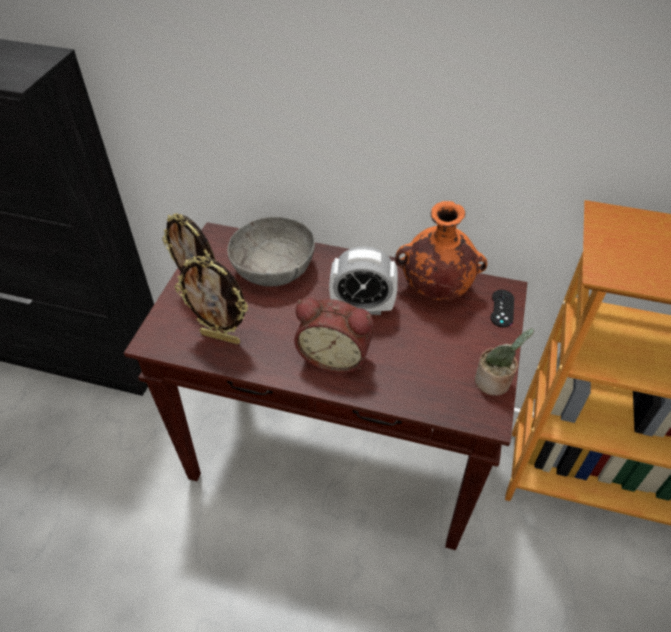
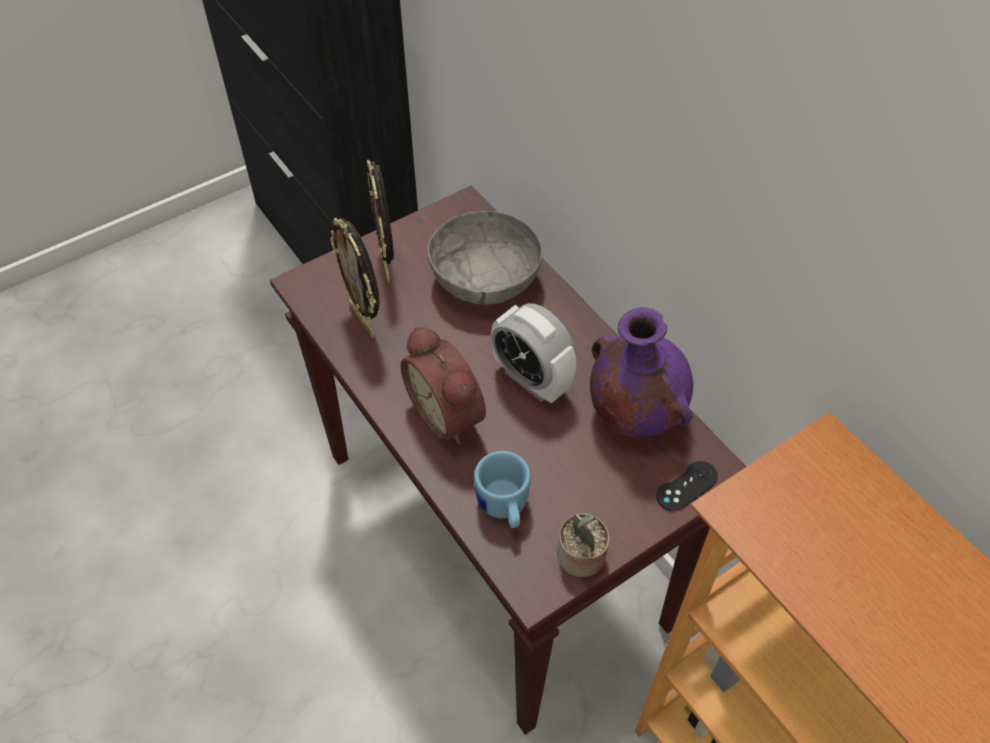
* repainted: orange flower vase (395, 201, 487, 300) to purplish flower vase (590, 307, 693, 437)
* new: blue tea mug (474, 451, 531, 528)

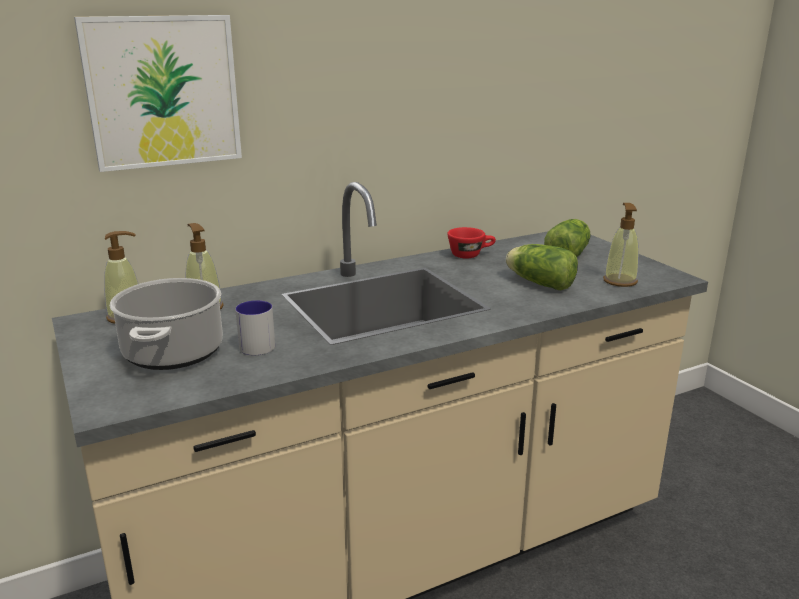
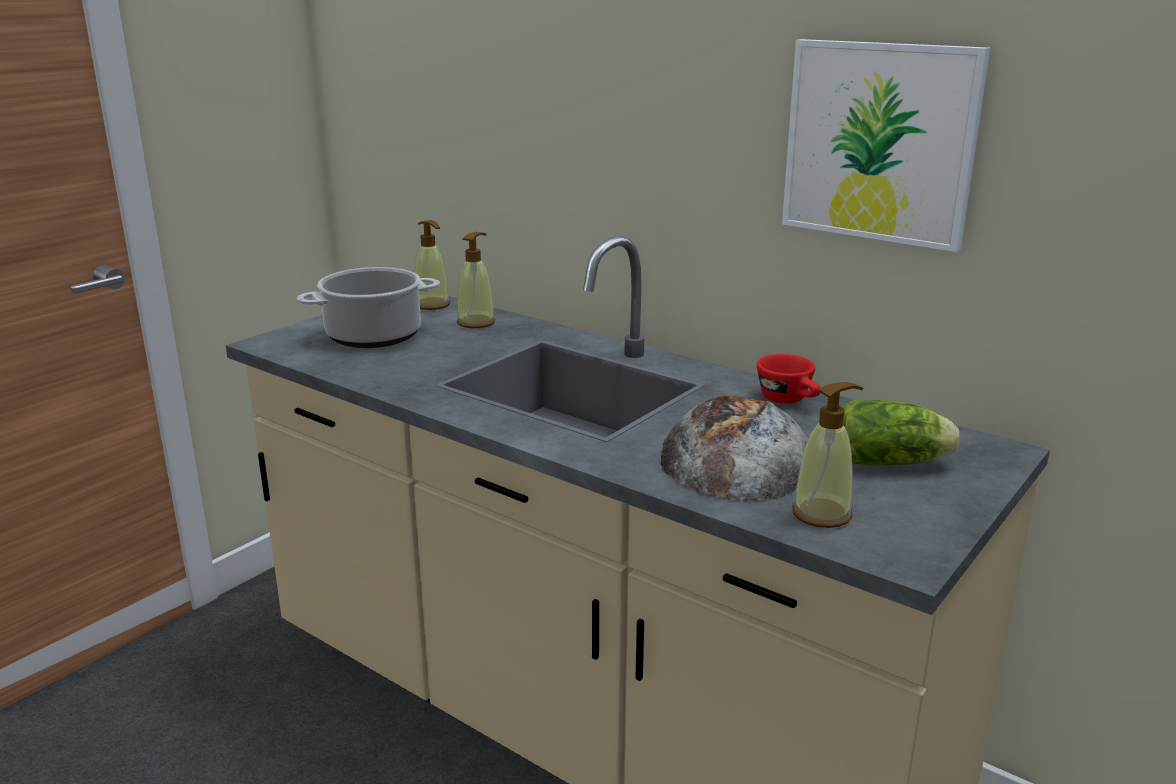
* shifted: picture (74, 15, 242, 172) to (782, 39, 990, 252)
* swapped: lettuce (506, 244, 578, 290) to baked bread (661, 396, 808, 502)
* gone: tea mug (235, 300, 275, 355)

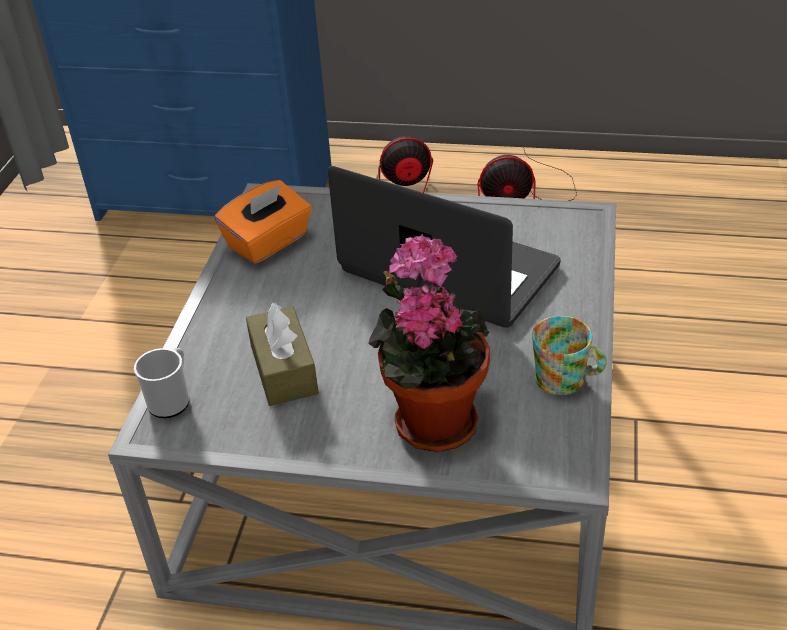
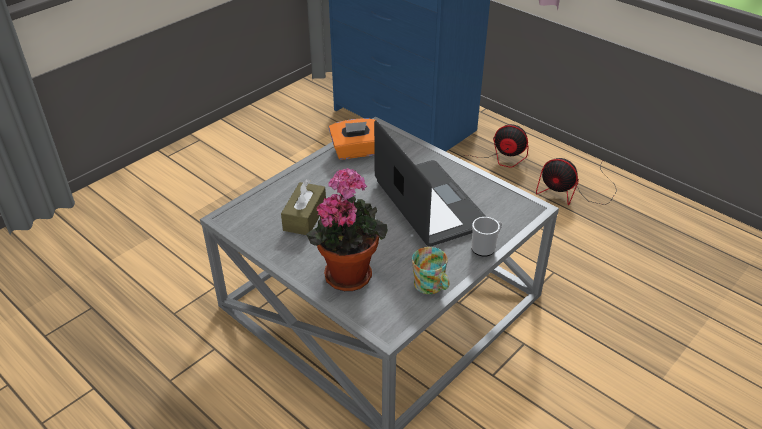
* shifted: tea mug (134, 348, 189, 418) to (471, 217, 502, 257)

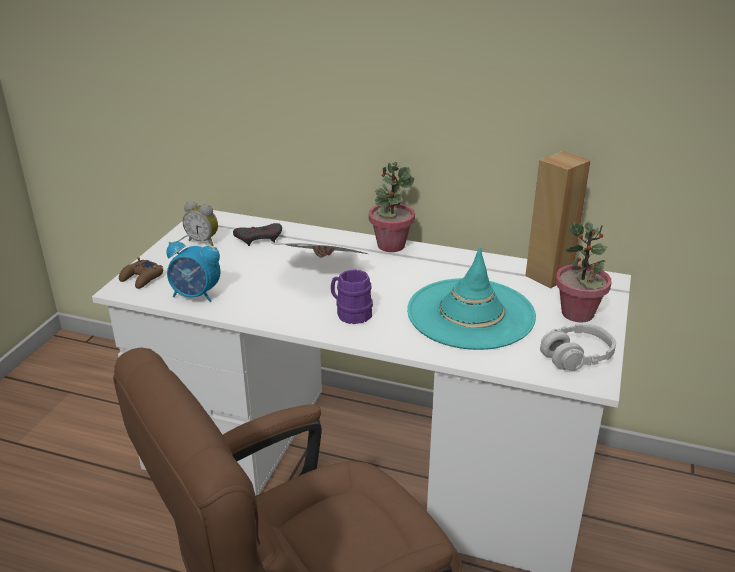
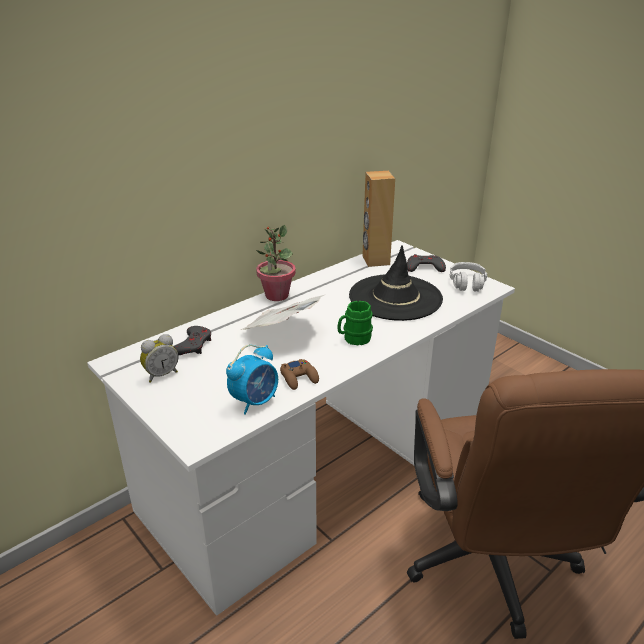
* swapped: plant in a pot (555, 222, 611, 322) to gray game controller (407, 254, 446, 272)
* repainted: turquoise hat (407, 247, 536, 350) to black-coloured hat (349, 245, 443, 321)
* shifted: brownish game controller (119, 257, 163, 289) to (280, 359, 319, 390)
* repainted: purplish tea mug (331, 269, 373, 324) to greenish tea mug (337, 301, 373, 345)

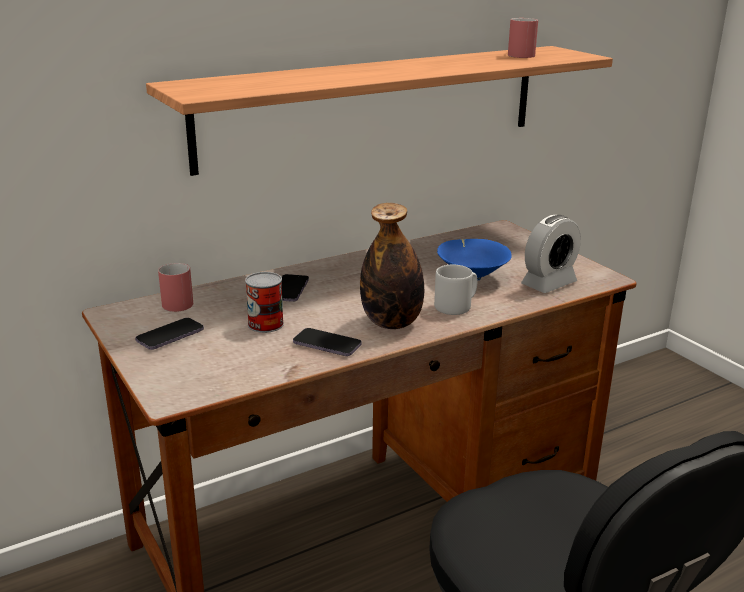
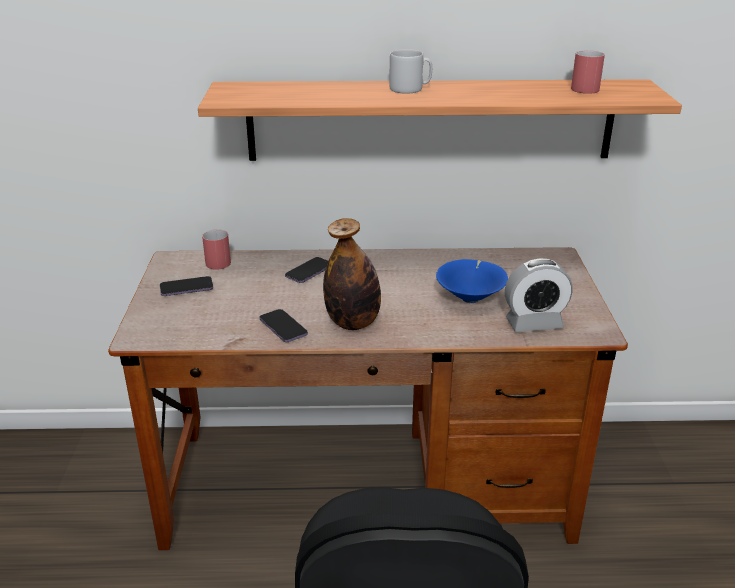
* shifted: gray tea mug (434, 265, 477, 315) to (389, 49, 432, 94)
* gone: metal can (245, 272, 284, 333)

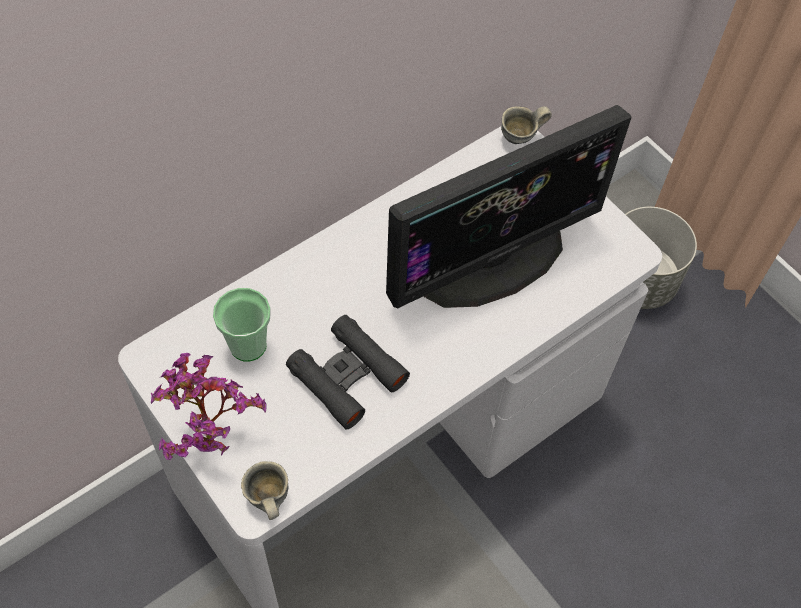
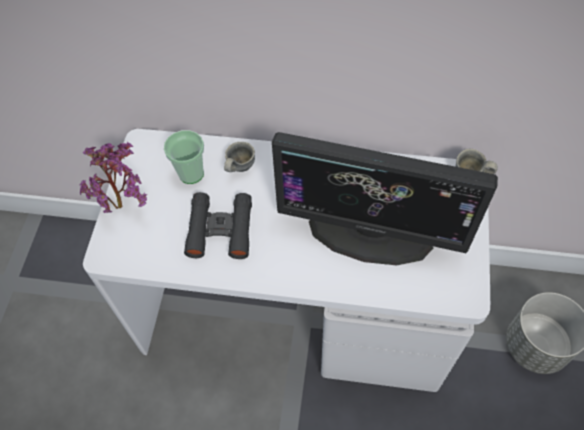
* shifted: gray tea mug (241, 461, 289, 520) to (224, 142, 255, 172)

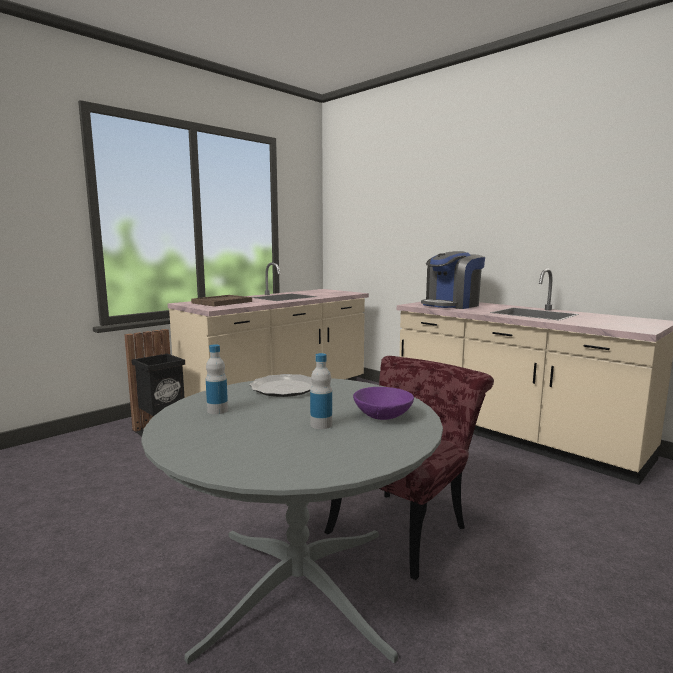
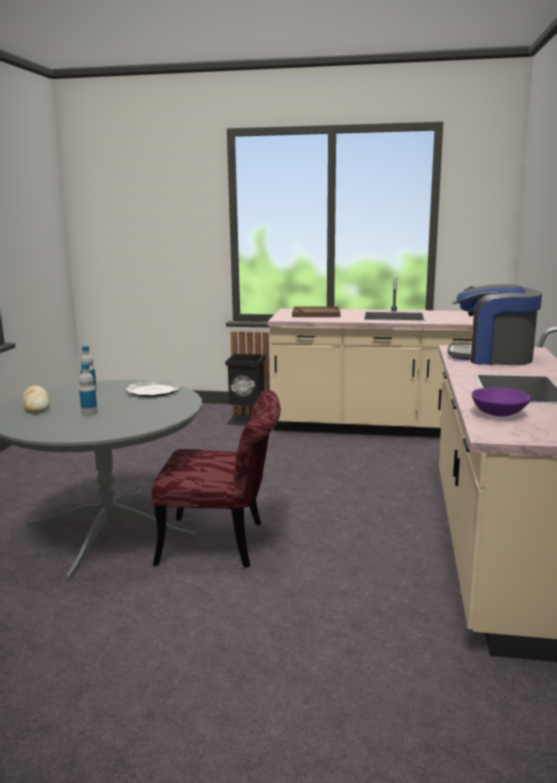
* shifted: purplish bowl (353, 387, 414, 420) to (472, 387, 531, 416)
* new: baked bread (23, 385, 50, 412)

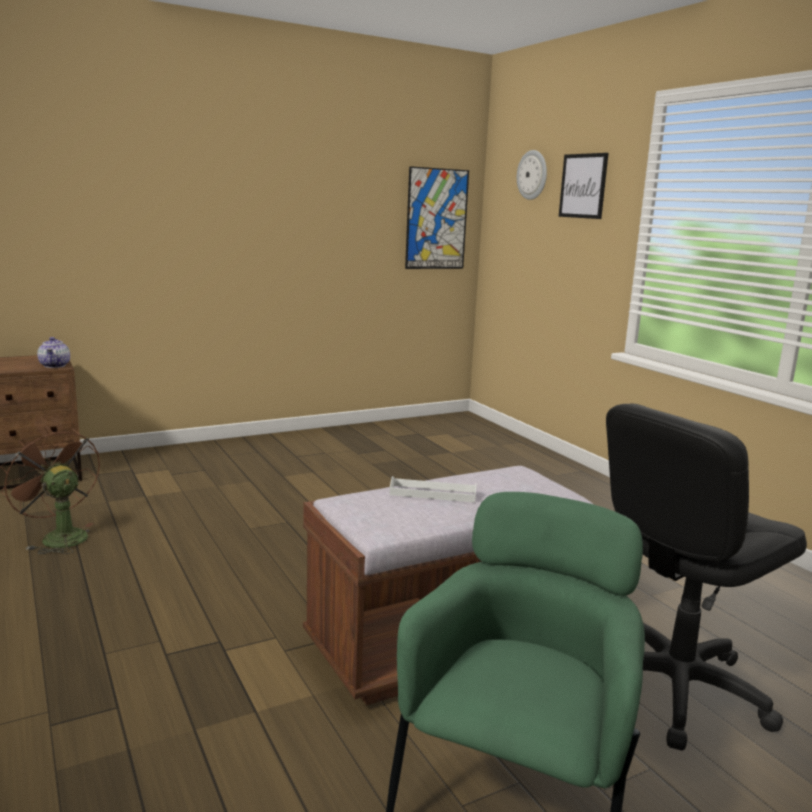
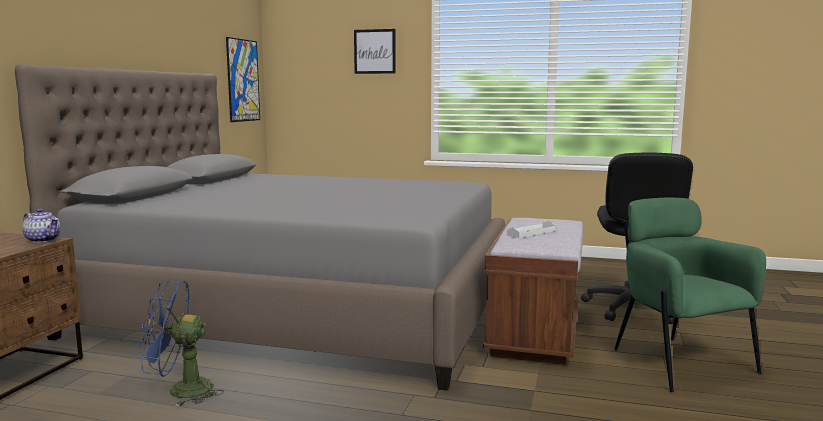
* gone: hanging clock (517, 150, 547, 200)
* repainted: brownish fan (0, 427, 100, 554) to blue fan (139, 281, 224, 407)
* new: gray sleeping bed (15, 64, 505, 391)

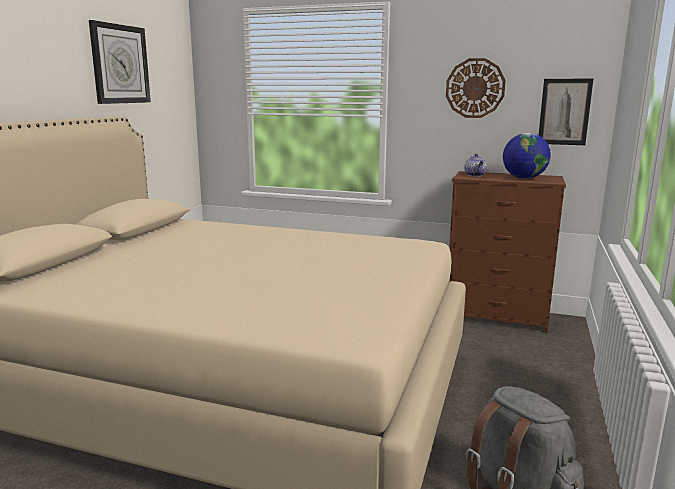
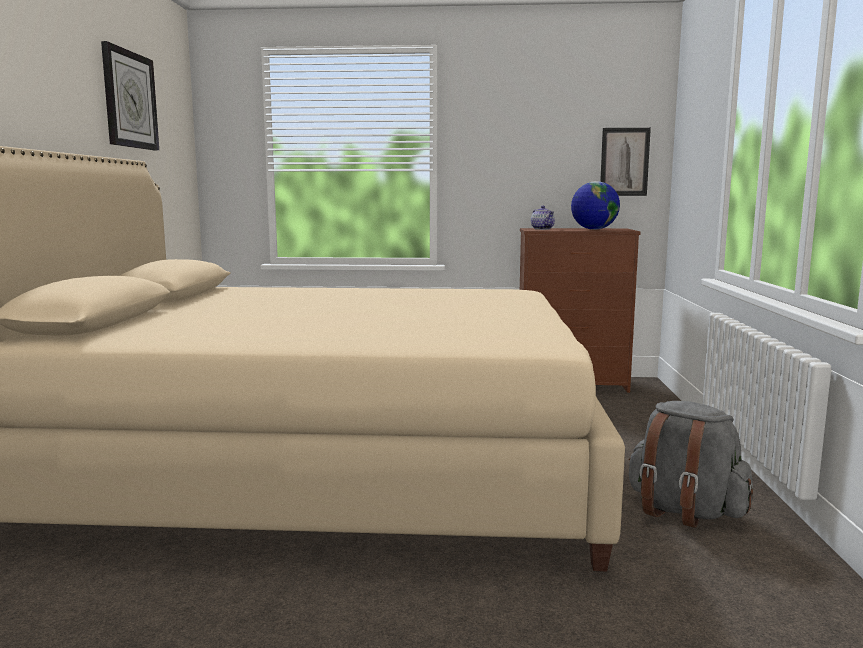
* gone: hanging clock (446, 58, 506, 118)

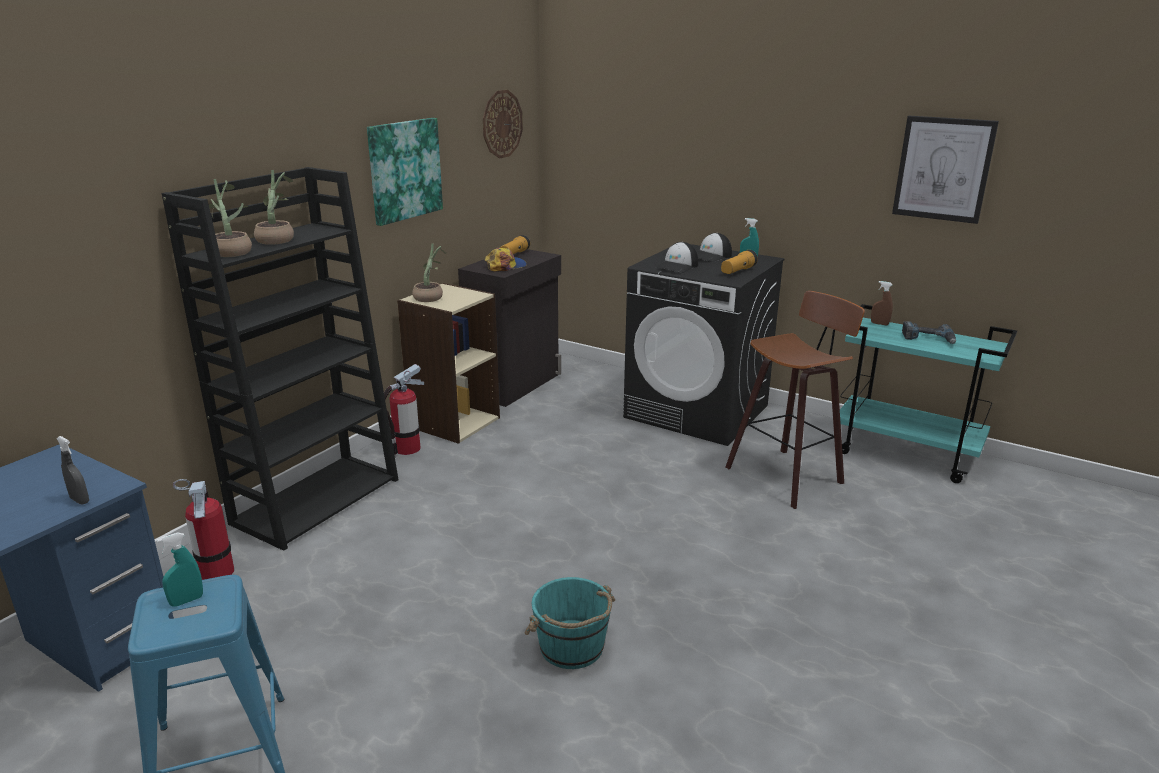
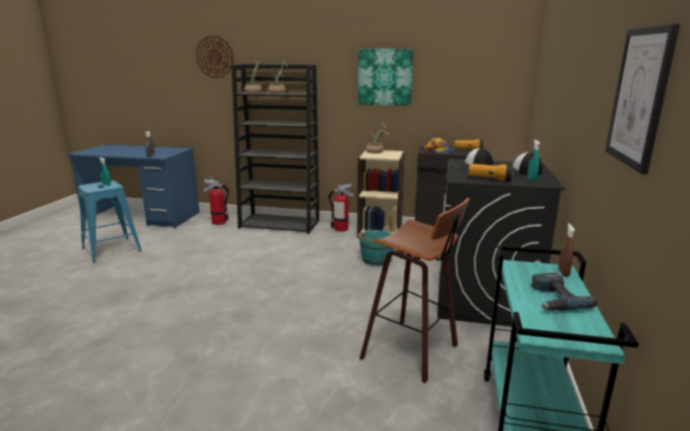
* shifted: hanging clock (483, 90, 523, 158) to (196, 36, 233, 78)
* shifted: turquoise water bucket (524, 577, 615, 669) to (358, 230, 396, 266)

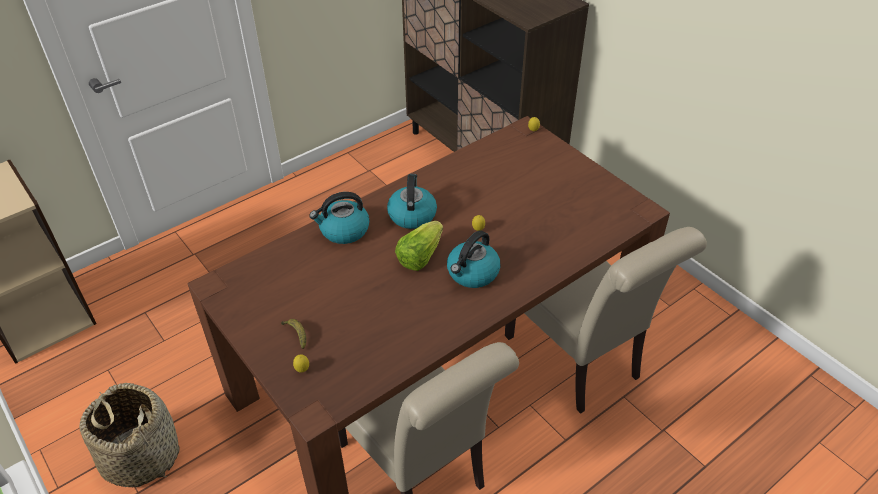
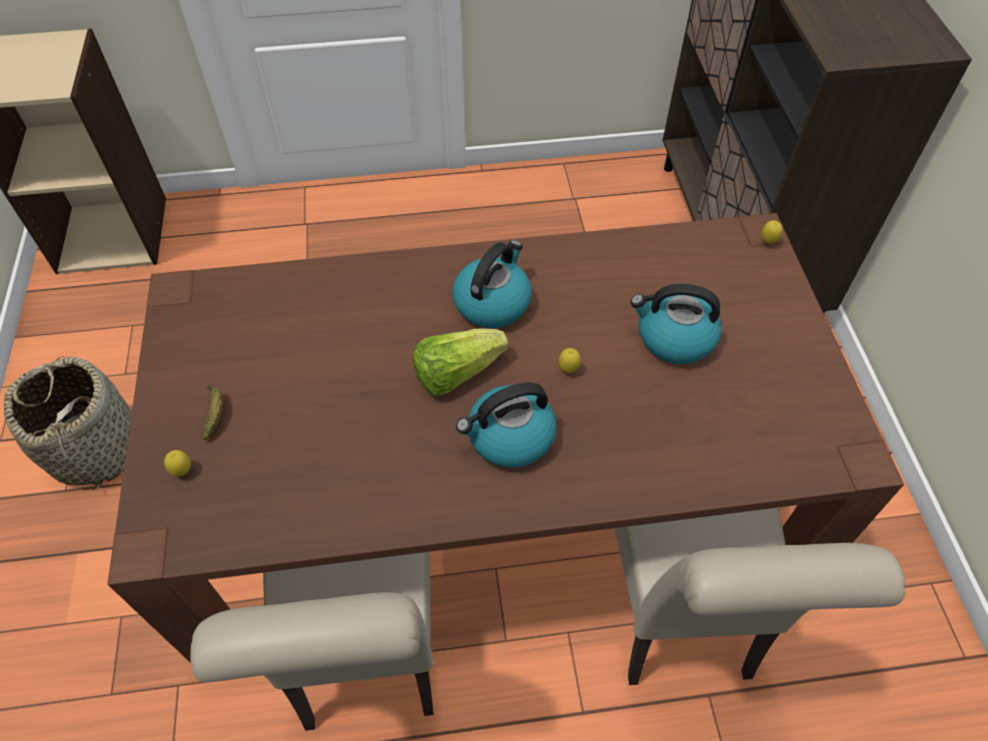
* shifted: water kettle (309, 192, 370, 244) to (631, 284, 722, 364)

